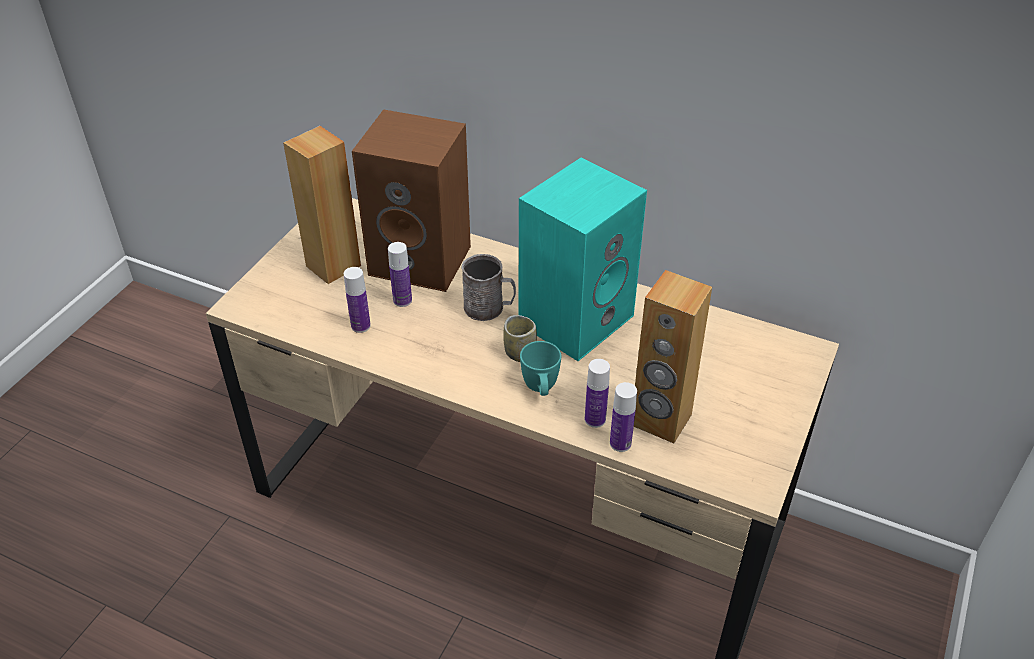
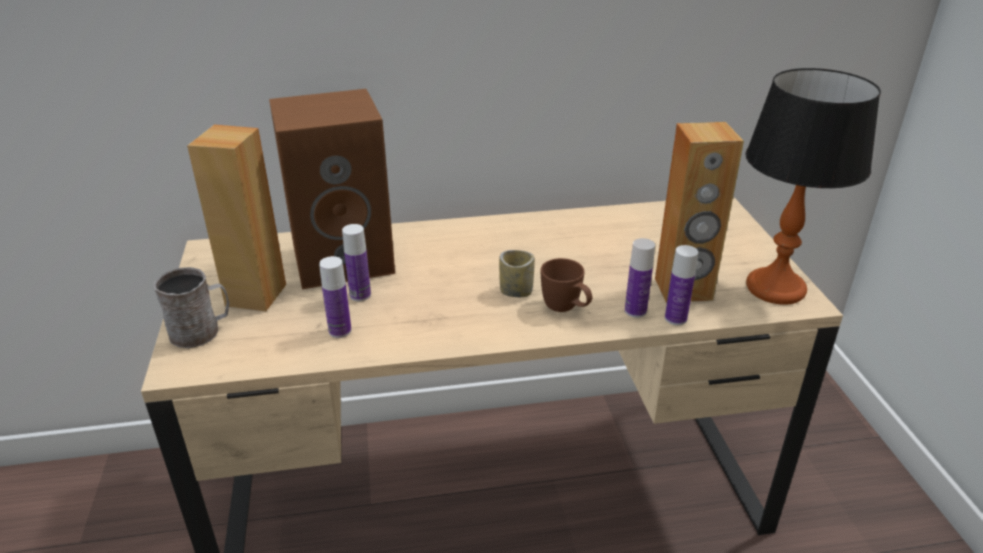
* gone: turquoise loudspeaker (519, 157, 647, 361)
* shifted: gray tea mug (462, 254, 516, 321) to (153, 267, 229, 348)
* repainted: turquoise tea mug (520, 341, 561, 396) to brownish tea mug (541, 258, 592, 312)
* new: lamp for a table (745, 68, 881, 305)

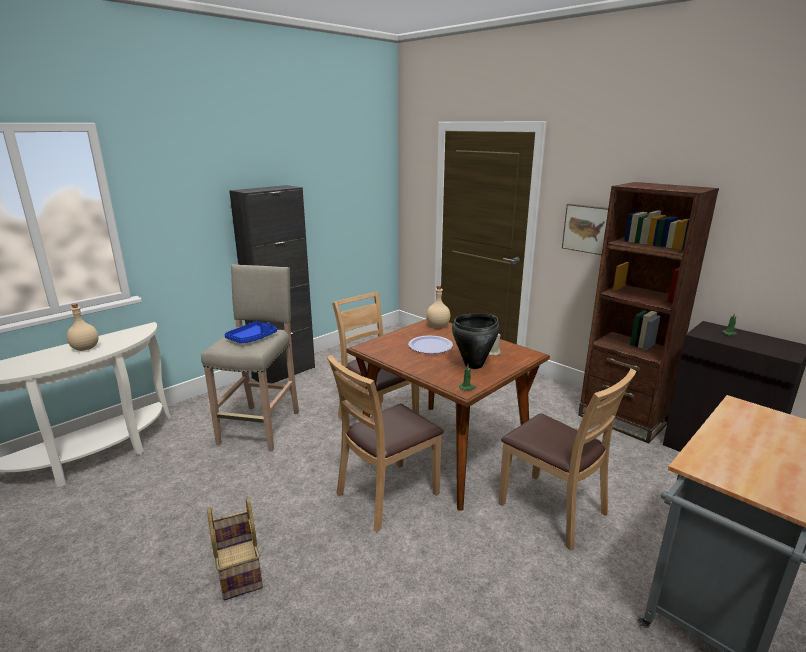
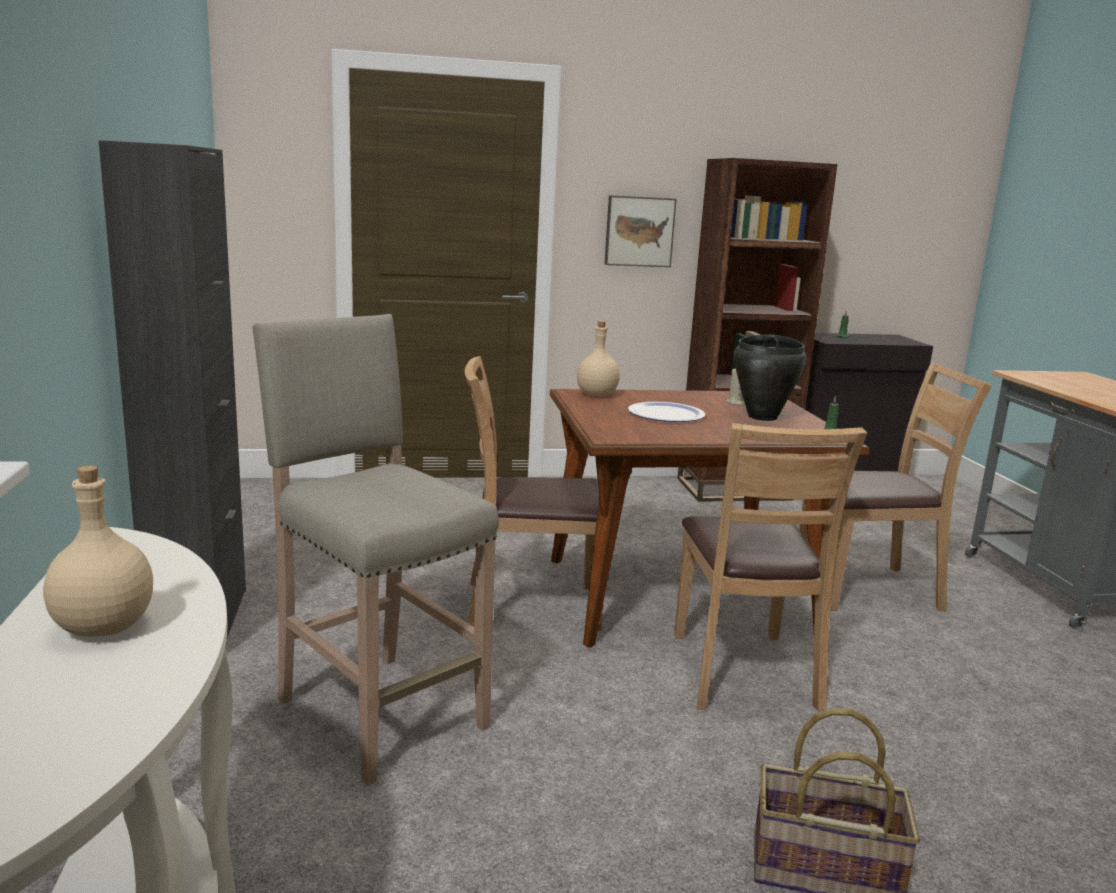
* gone: blue carrying tray (225, 321, 277, 343)

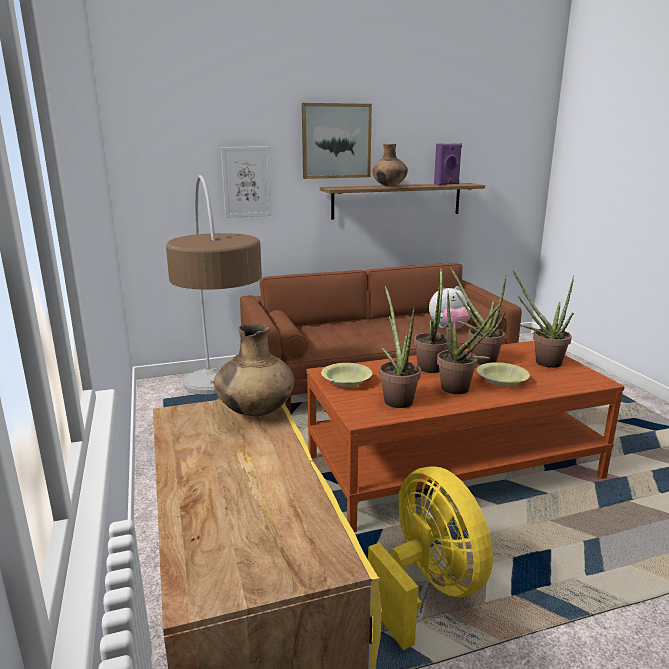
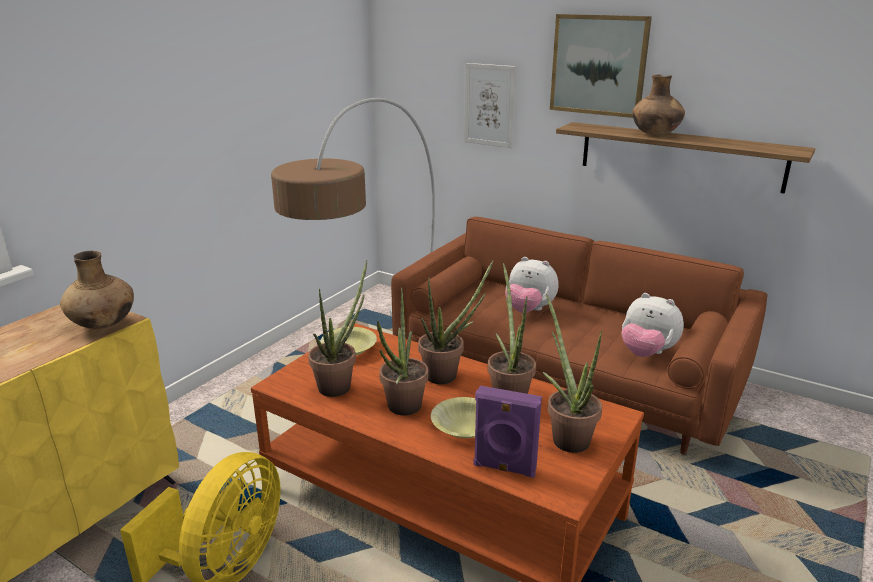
* shifted: purplish loudspeaker (434, 143, 462, 185) to (473, 386, 542, 478)
* new: plush toy (505, 257, 559, 313)

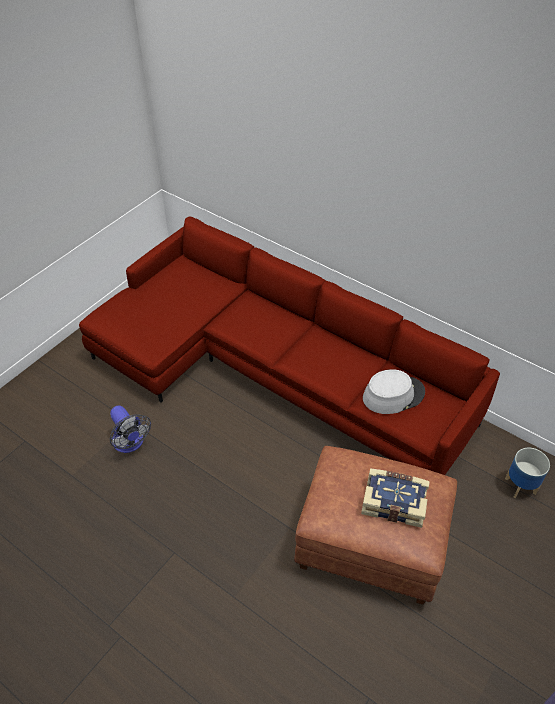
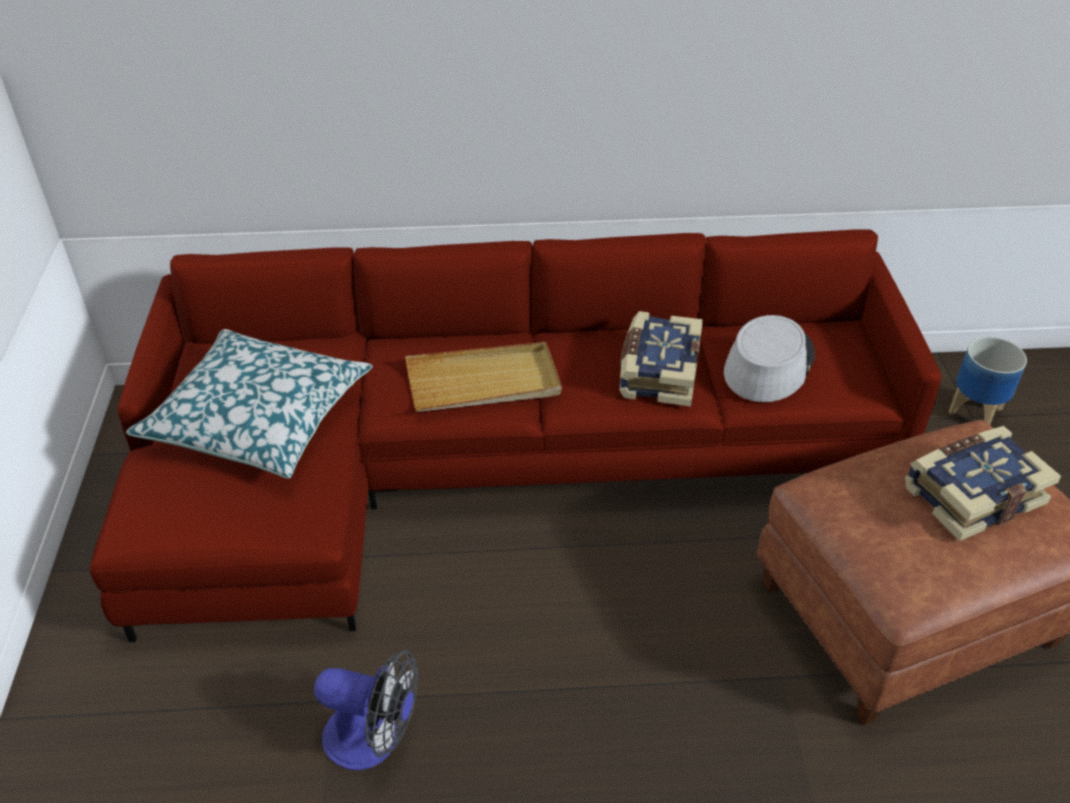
* new: book (620, 311, 703, 407)
* new: pillow (126, 329, 373, 479)
* new: beige-coloured carrying tray (405, 342, 562, 412)

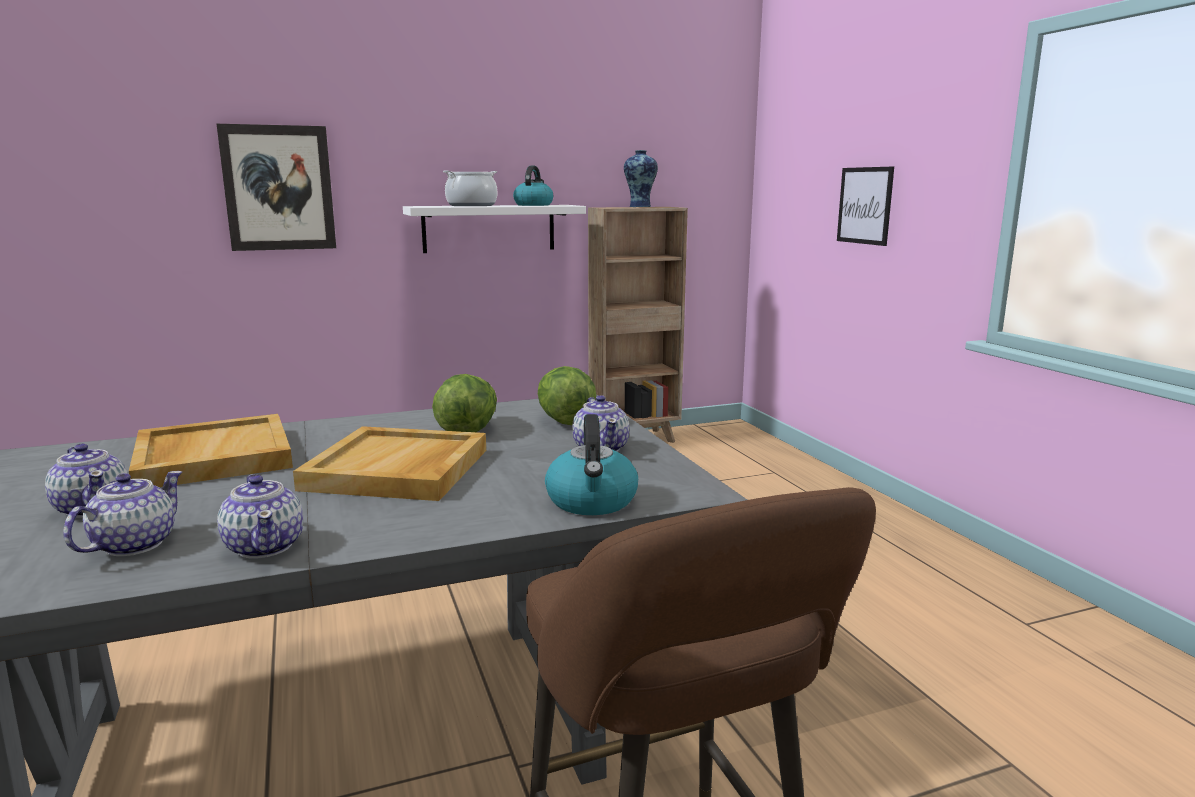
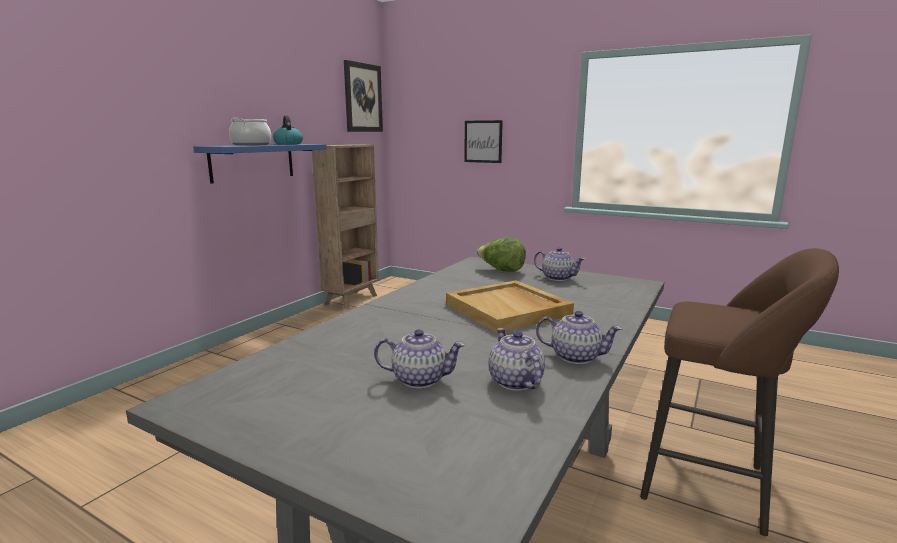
* shifted: picture (217, 124, 336, 251) to (344, 60, 383, 132)
* gone: flower vase (624, 150, 658, 207)
* repainted: white-coloured shelf (403, 205, 586, 253) to blue shelf (193, 144, 327, 184)
* gone: lettuce (432, 374, 497, 432)
* gone: beige-coloured carrying tray (129, 414, 293, 487)
* gone: water kettle (545, 414, 638, 515)

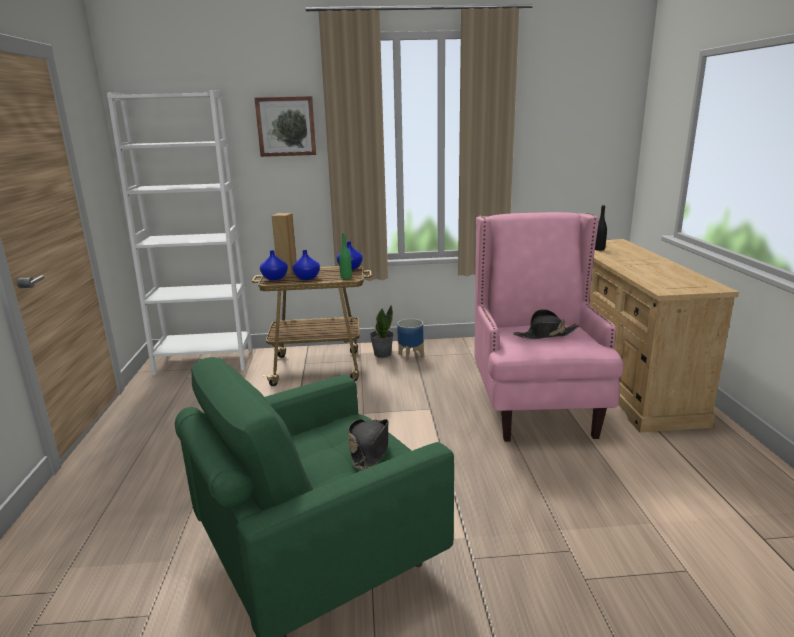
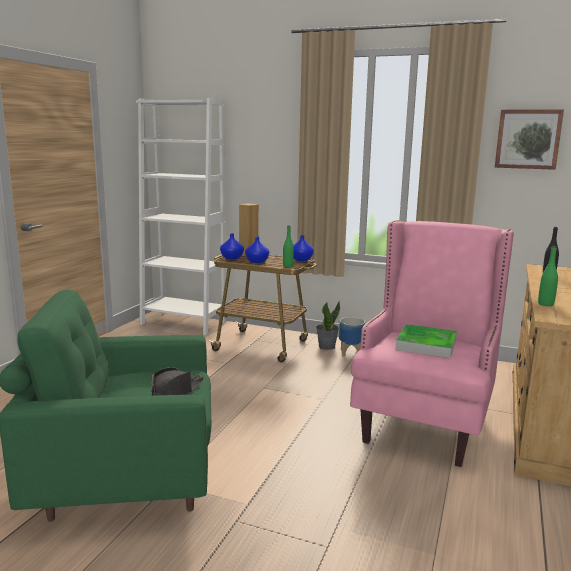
* shifted: picture (255, 96, 316, 157) to (495, 110, 564, 170)
* swapped: black-coloured hat (513, 309, 580, 339) to carrying tray (396, 324, 457, 358)
* new: greenish bottle (538, 246, 558, 306)

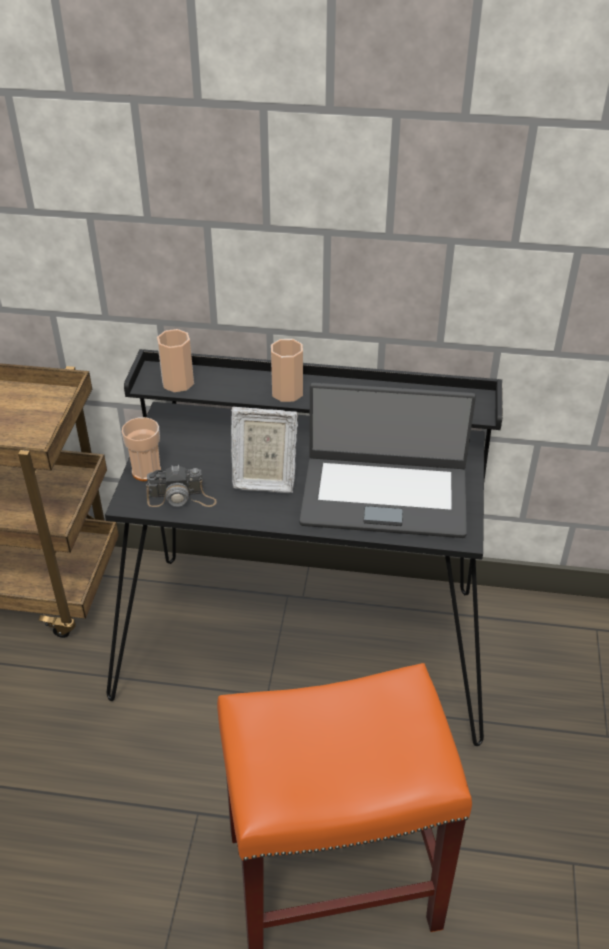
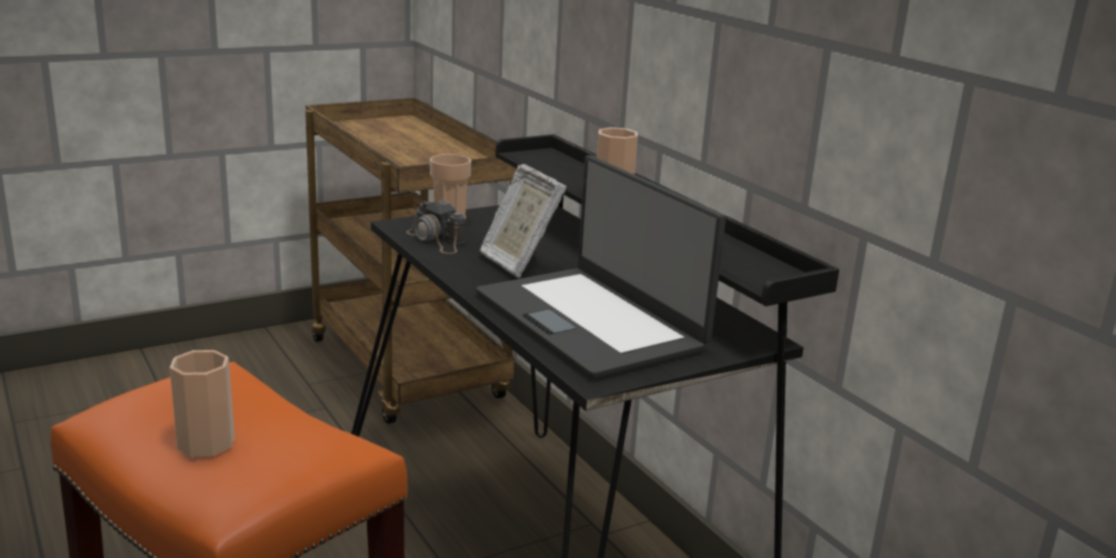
* shifted: cup (157, 329, 194, 392) to (170, 350, 234, 457)

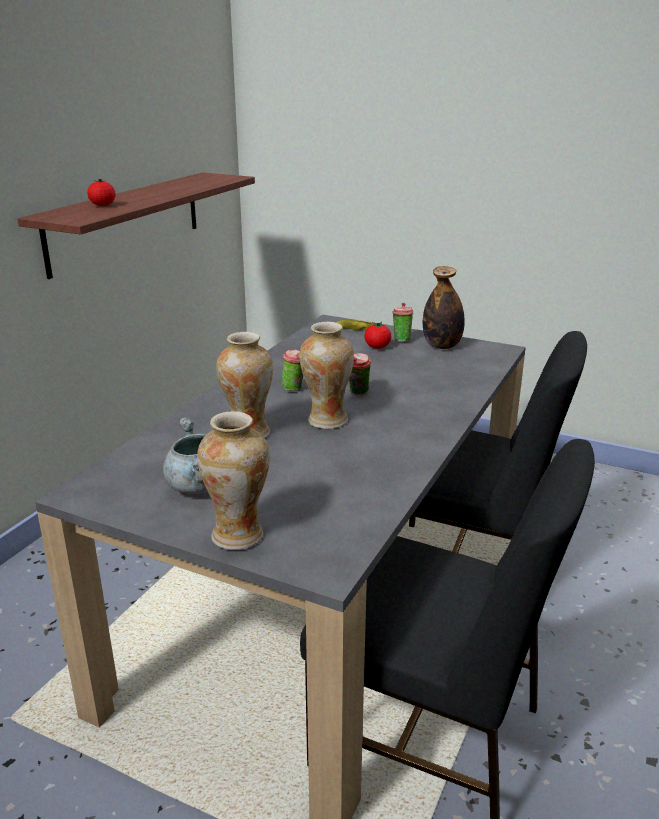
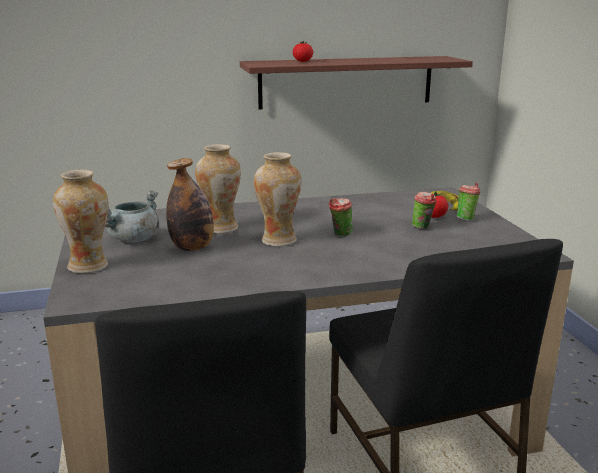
* shifted: bottle (423, 266, 465, 349) to (166, 158, 214, 251)
* shifted: cup (281, 350, 303, 391) to (412, 192, 437, 229)

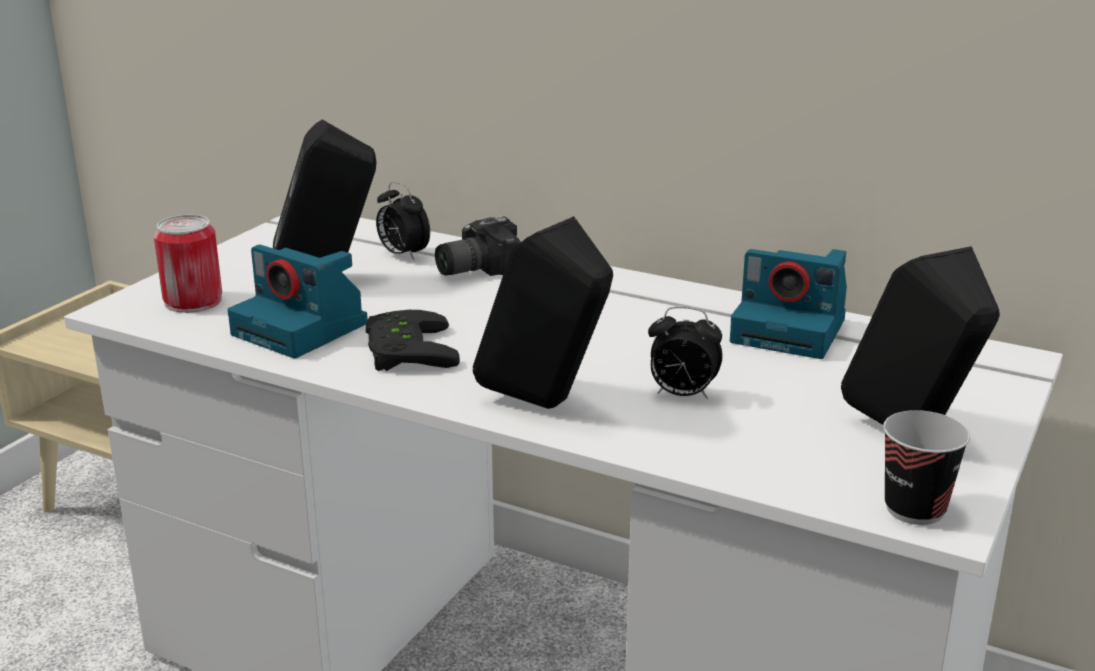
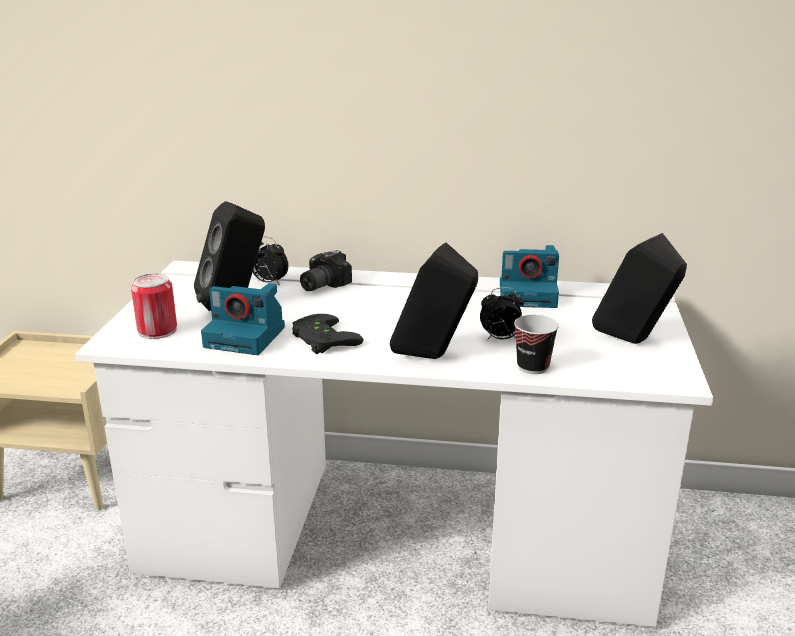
* shifted: cup (883, 410, 970, 525) to (514, 315, 559, 374)

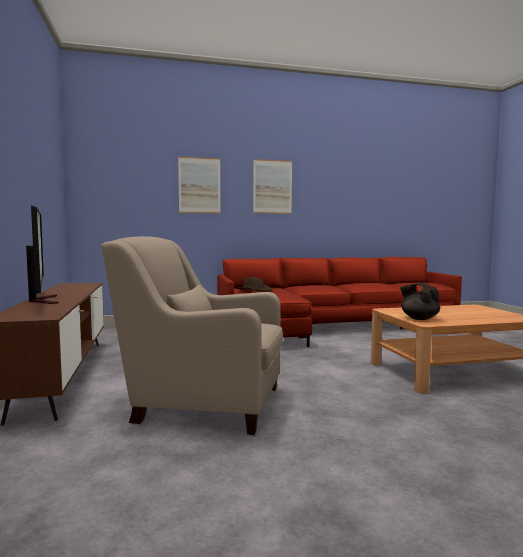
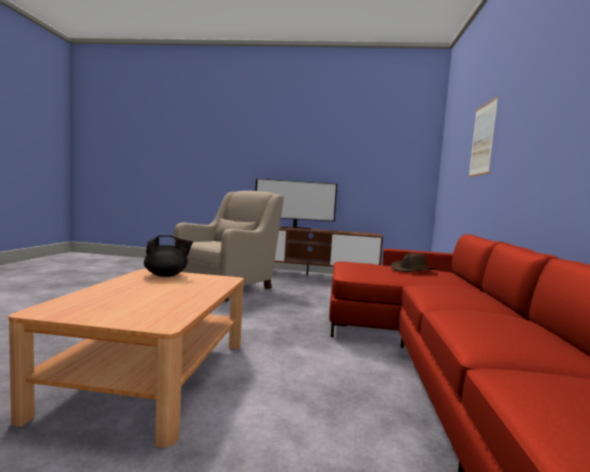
* gone: picture (253, 159, 292, 214)

